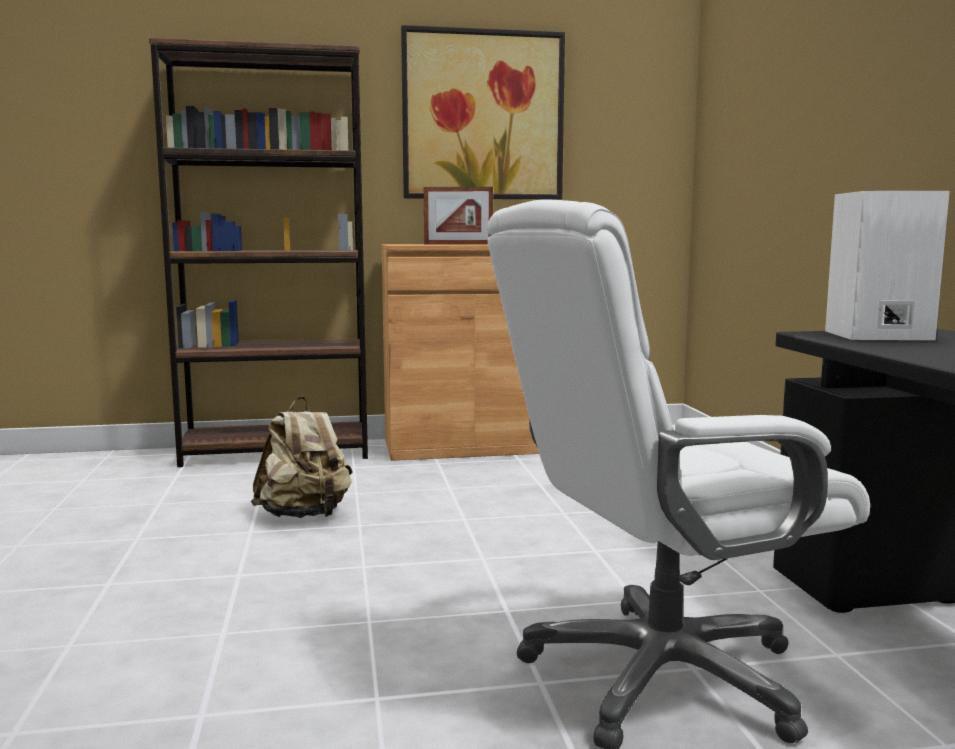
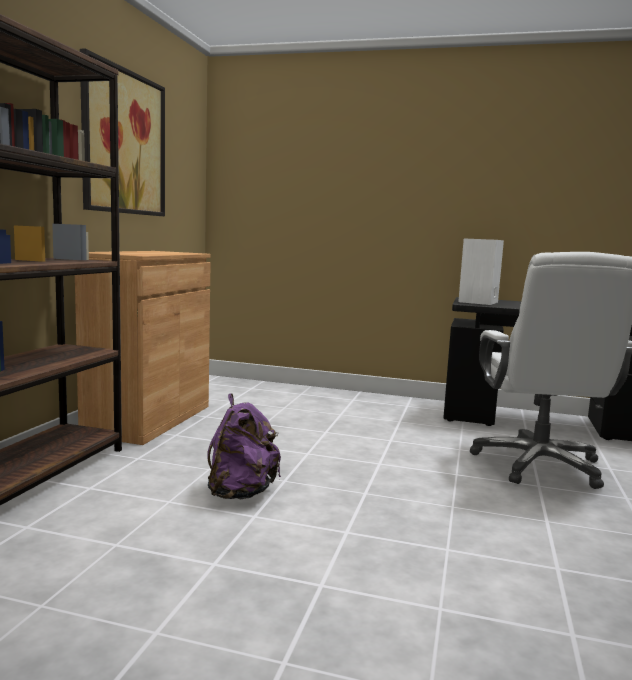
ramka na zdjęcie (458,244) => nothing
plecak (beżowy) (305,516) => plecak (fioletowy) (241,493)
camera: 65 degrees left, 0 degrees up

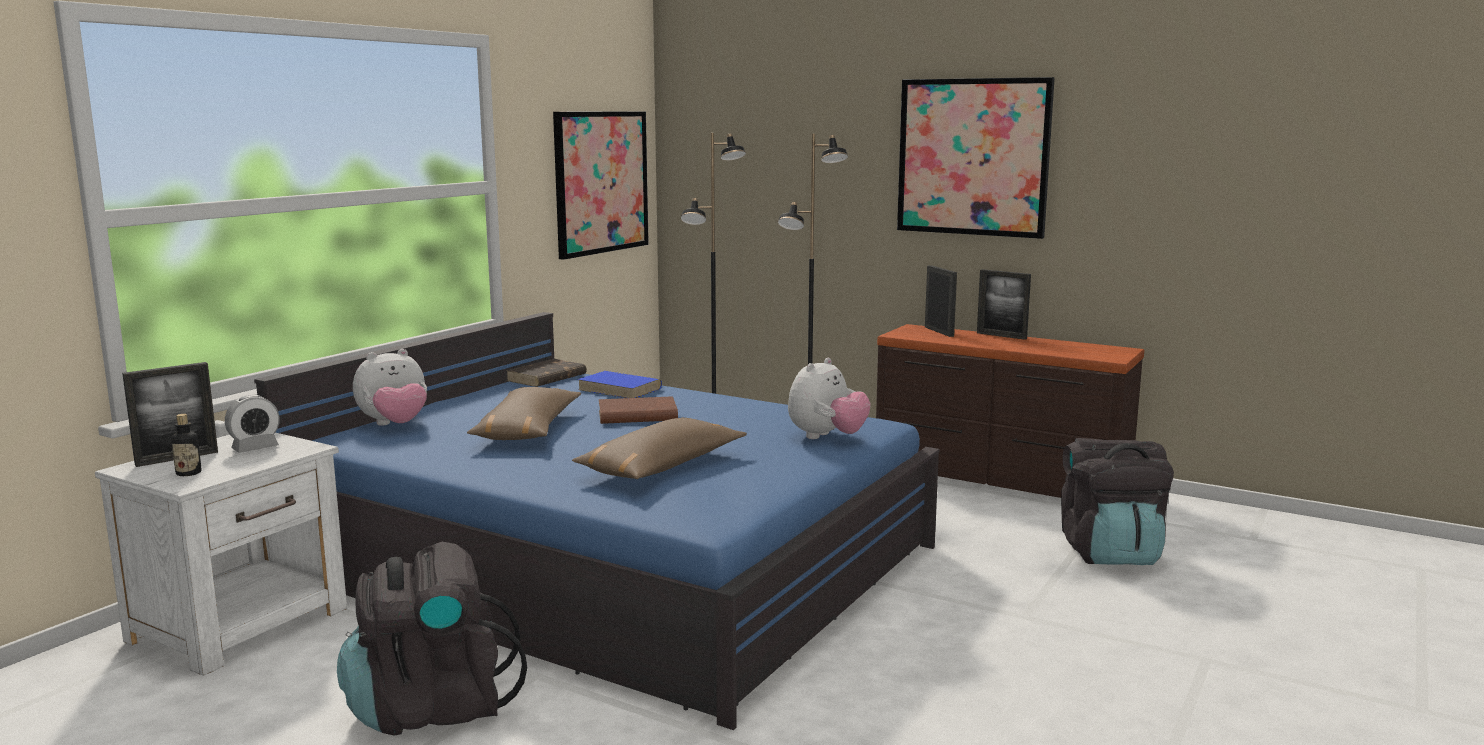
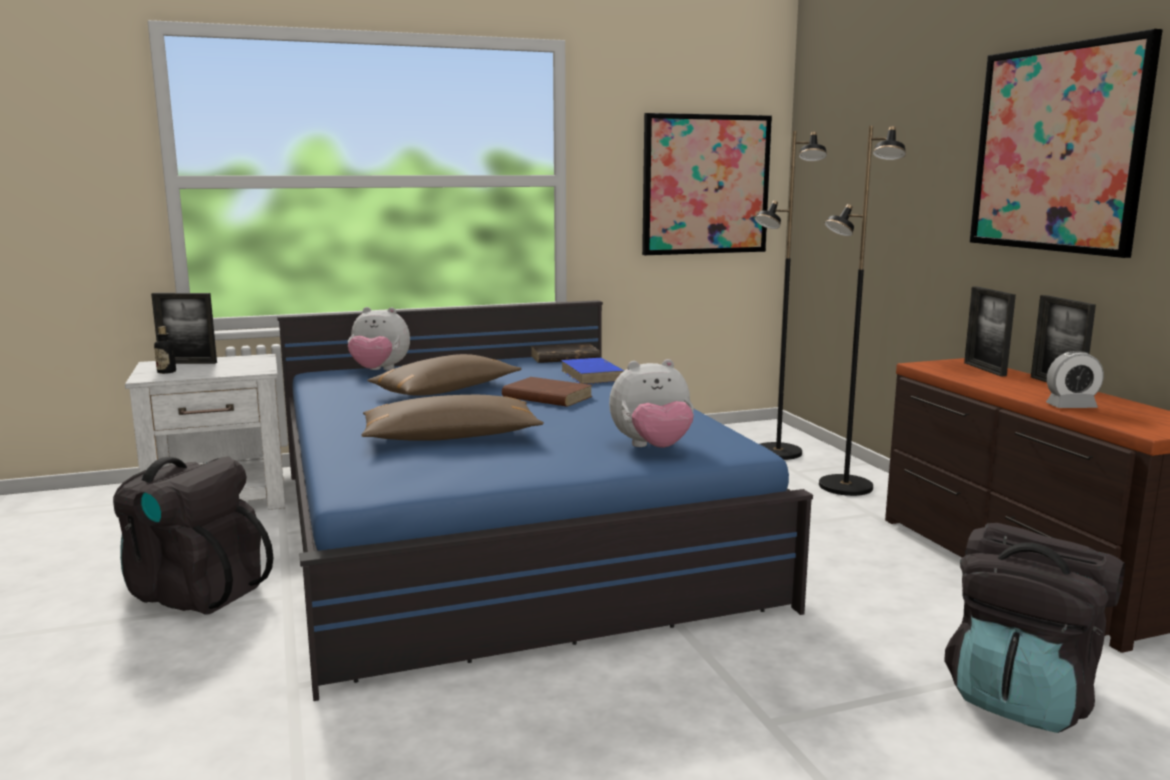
ramka na zdjęcie (939,331) => ramka na zdjęcie (984,369), 150 degrees clockwise
budzik (255,448) => budzik (1071,406), relocated
camera: 40 degrees right, 0 degrees up

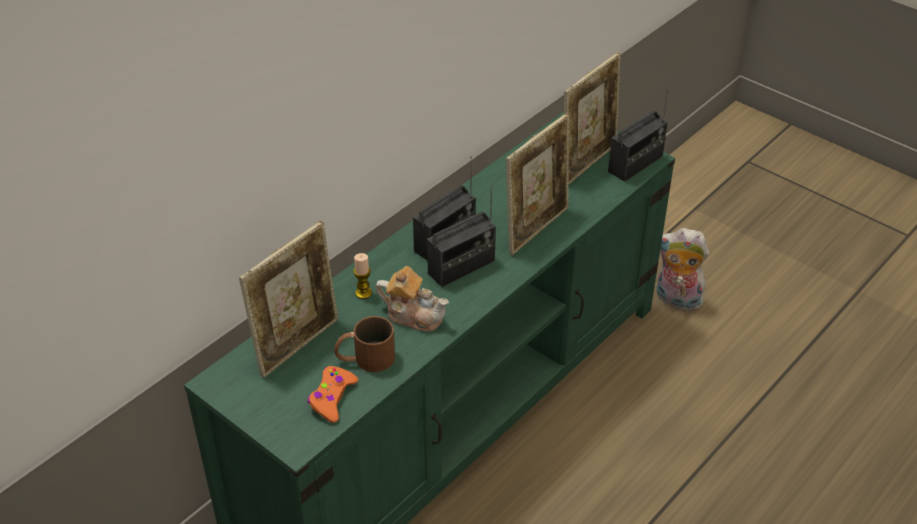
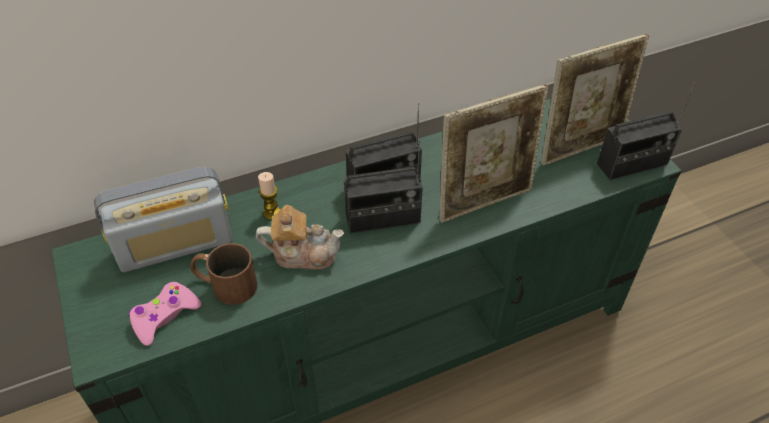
ramka na zdjęcie (298,344) => radio (176,245)
pluszak (676,300) => nothing
imbryk (414,315) => imbryk (303,254), 45 degrees counterclockwise
pad do gier (pomarańczowy) (332,398) => pad do gier (różowy) (164,316)
camera: 25 degrees right, 5 degrees up

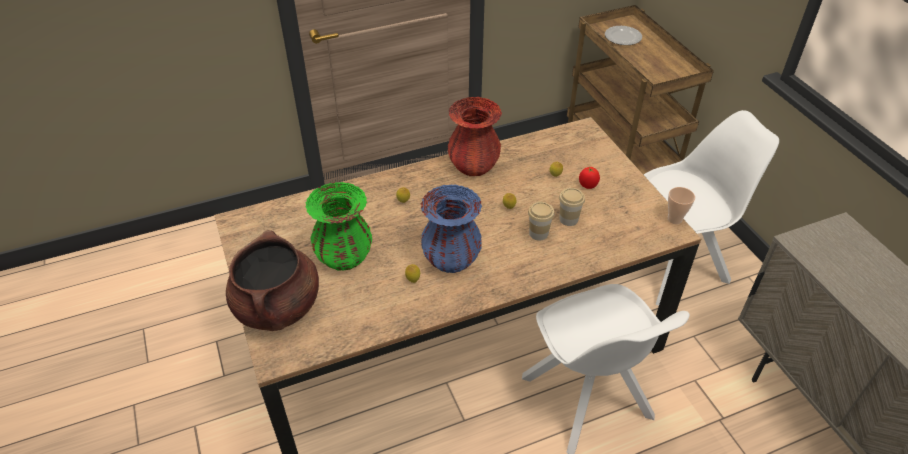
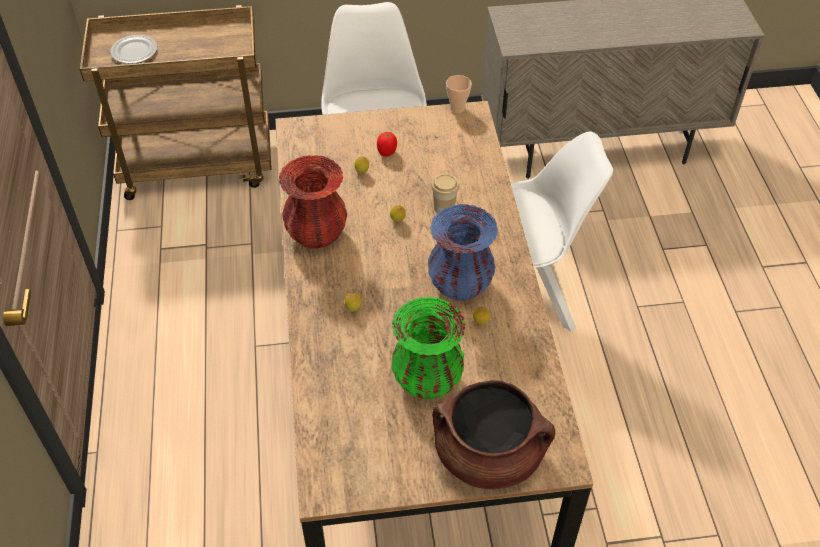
filiżanka (568,219) => nothing
camera: 75 degrees left, 5 degrees up

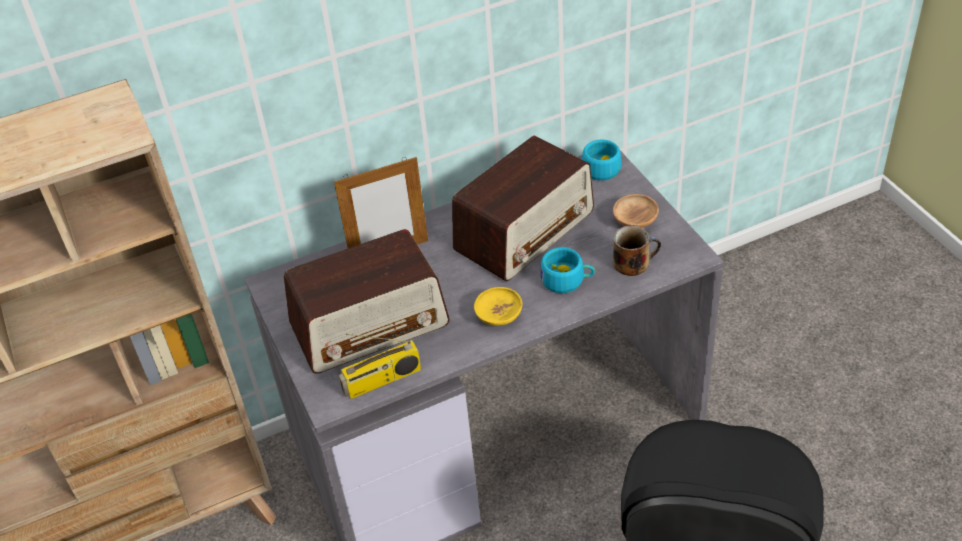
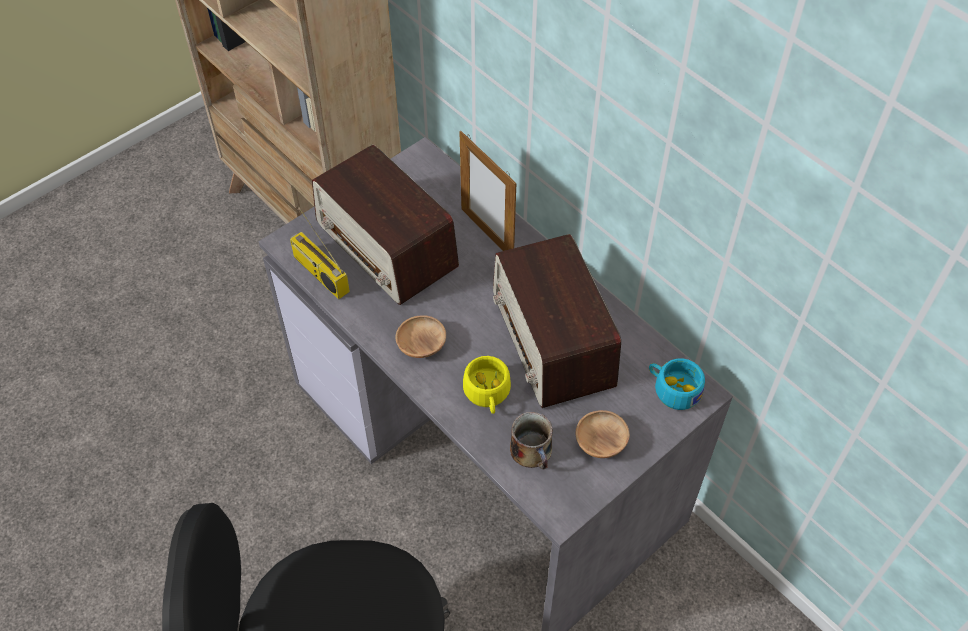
radio (525,230) => radio (552,340), 45 degrees clockwise
filiżanka (turkusowy) (567,280) => filiżanka (żółty) (487,394)
miska (żółty) (499,316) => miska (brązowy) (421,345)
camera: 70 degrees right, 10 degrees up

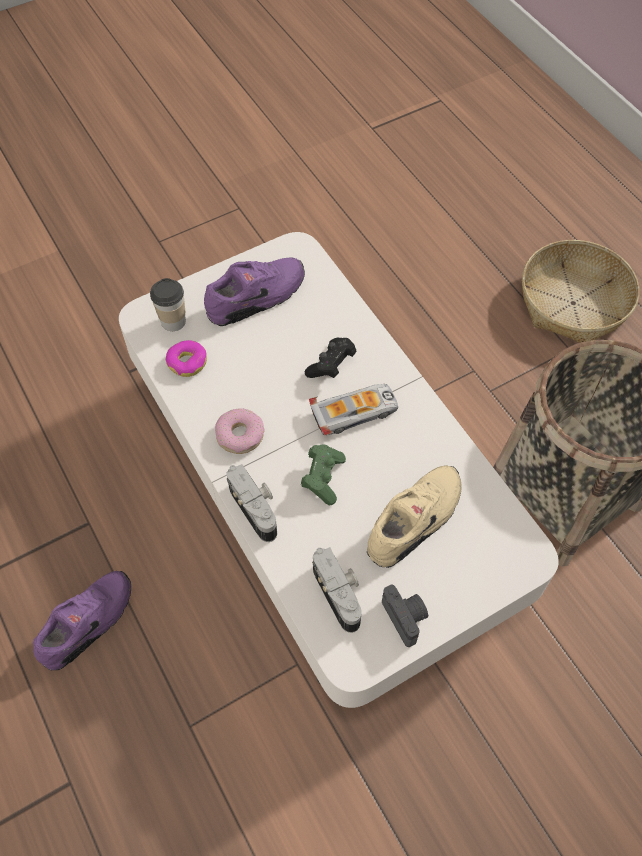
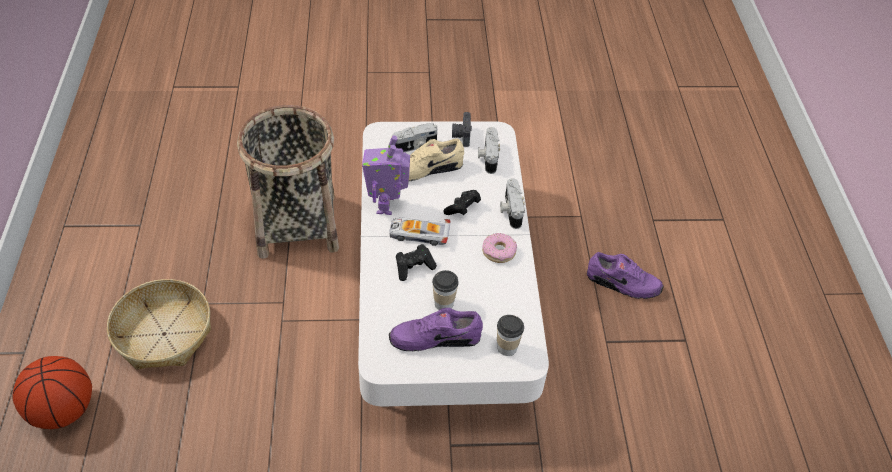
donut (187,362) => nothing
pad do gier (zielony) (323,478) => pad do gier (czarny) (462,208)
but (fioletowy) (89,624) => but (fioletowy) (622,284), 135 degrees counterclockwise
nothing => aparat fotograficzny (415,147)
nothing => robot zabawkowy (387,205)
nothing => filiżanka (444,303)
nothing => piłka do koszykówki (63,410)
camera: 155 degrees left, 10 degrees down

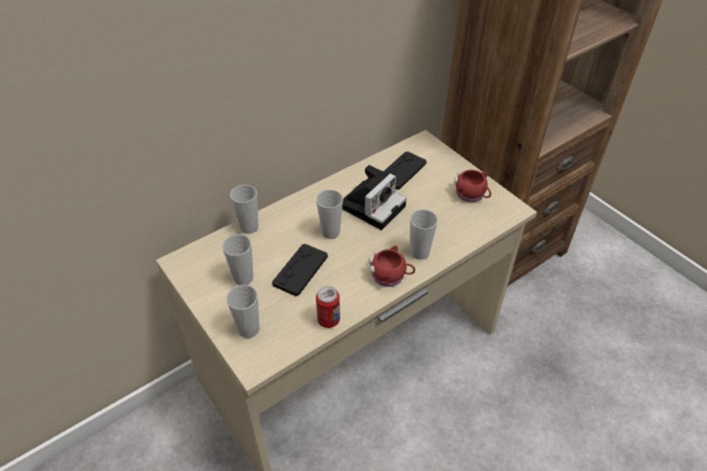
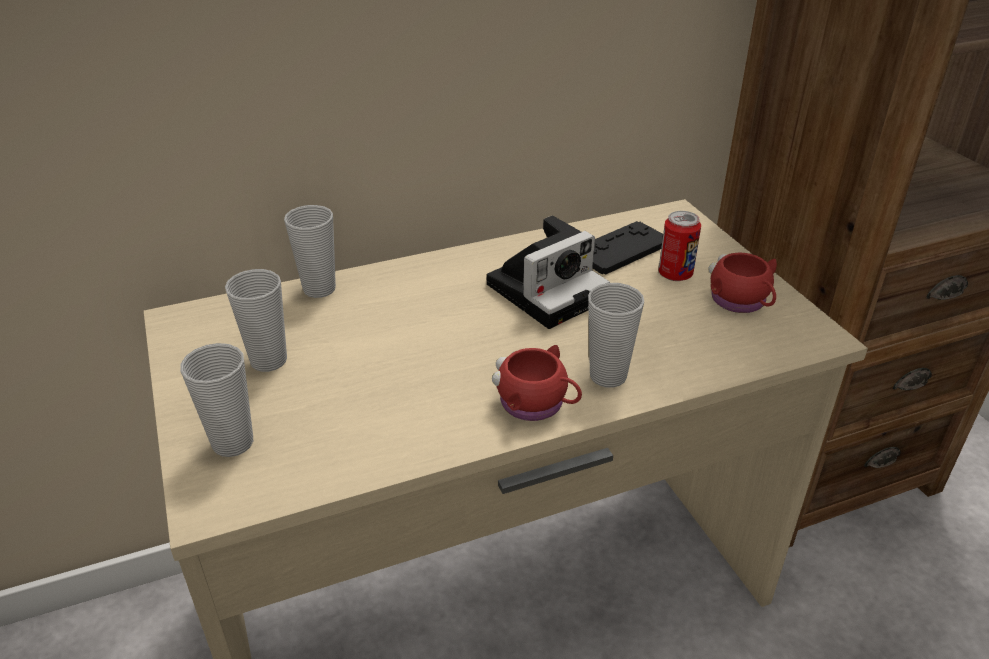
filiżanka (330,232) => nothing
pad do gier (czarny) (300,270) => nothing
puszka (328,320) => puszka (675,275), relocated
camera: 15 degrees right, 10 degrees down

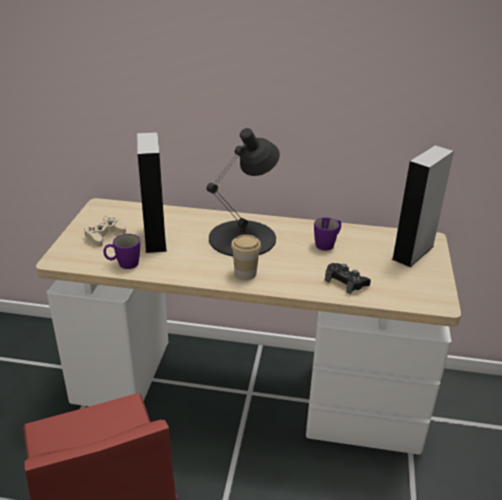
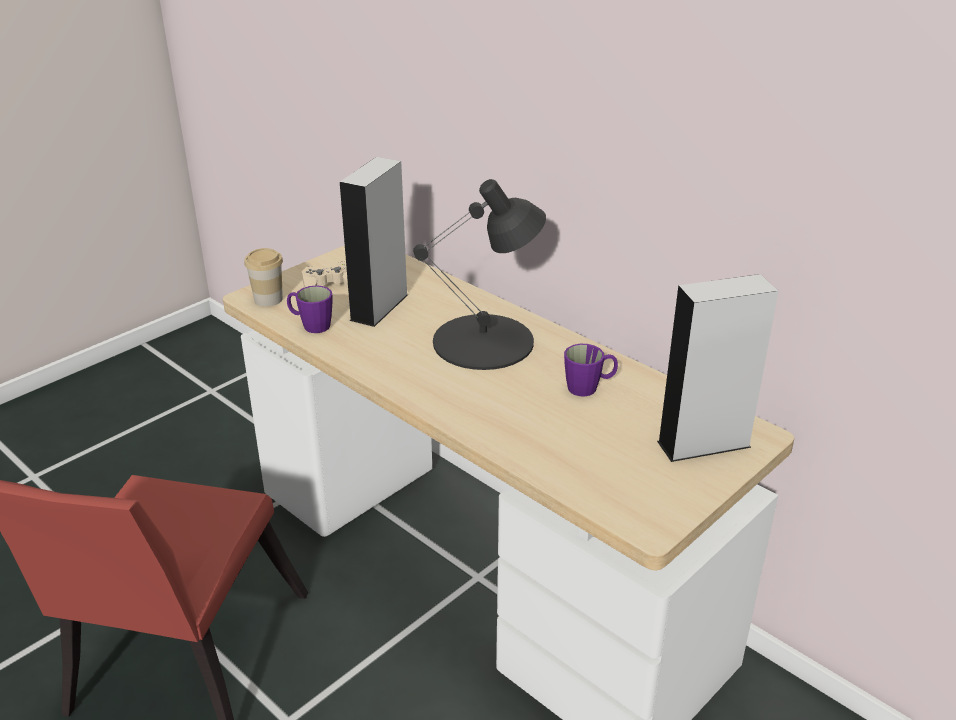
filiżanka (245,273) => filiżanka (268,299), relocated
pad do gier (czarny) (346,282) => nothing
camera: 35 degrees right, 0 degrees up

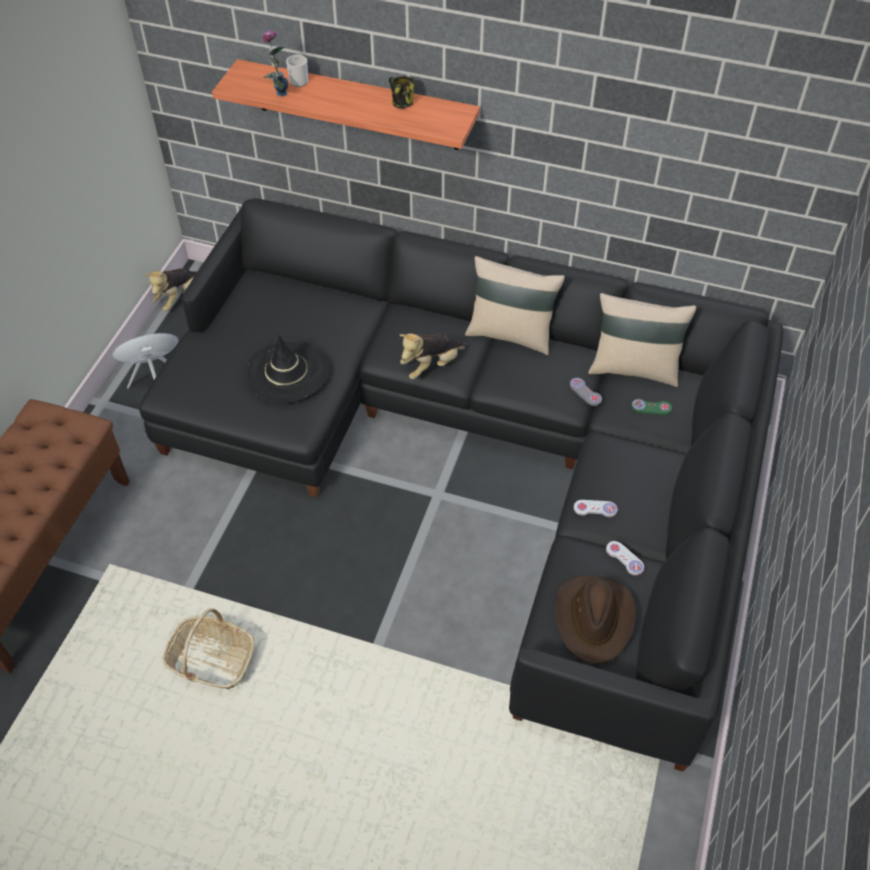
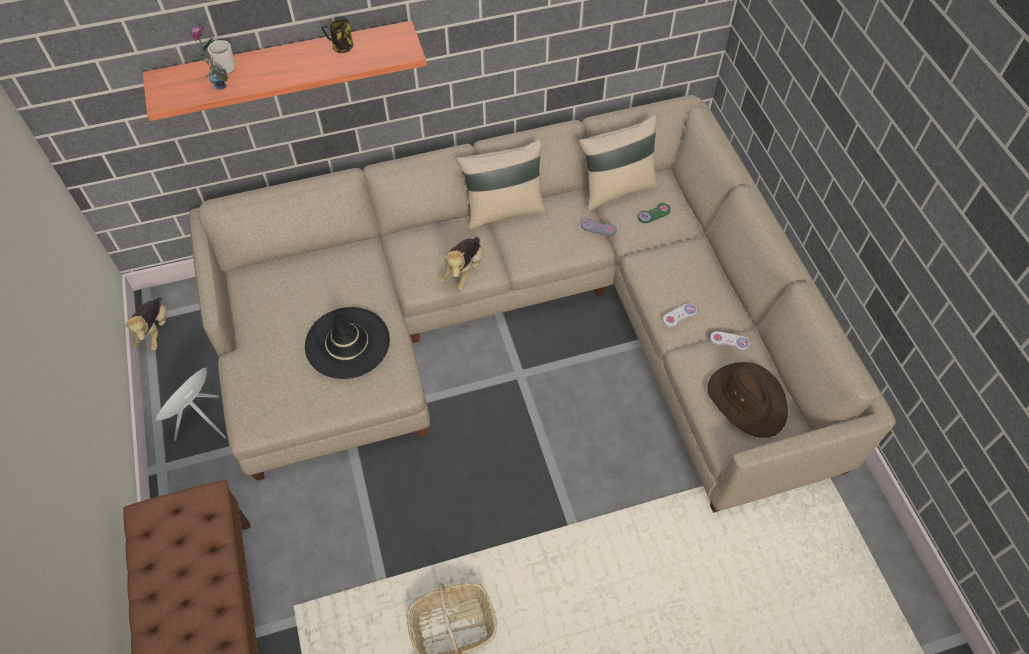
kanapa (czarny) (483,452) => kanapa (beżowy) (527,320)
camera: 35 degrees left, 5 degrees up

